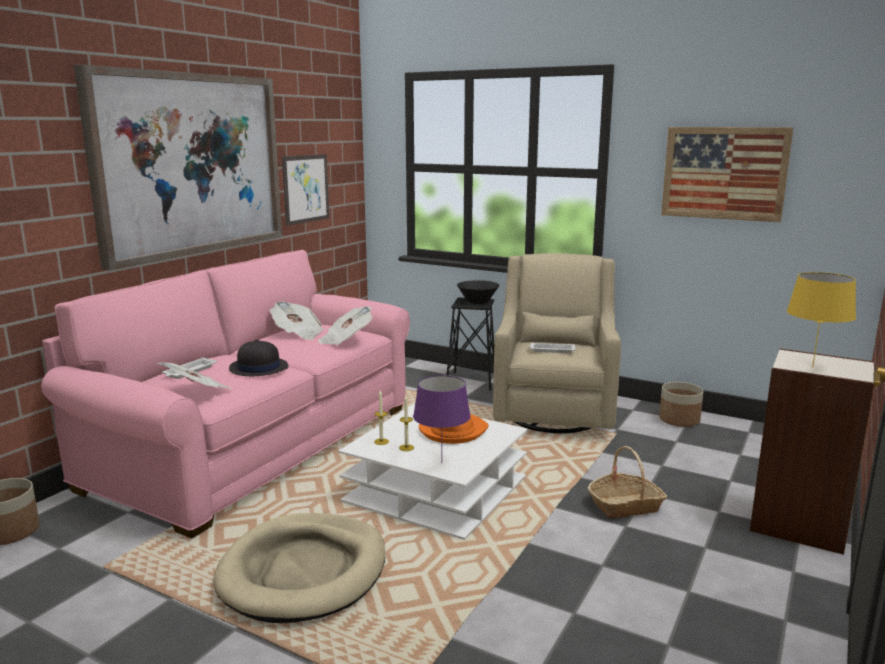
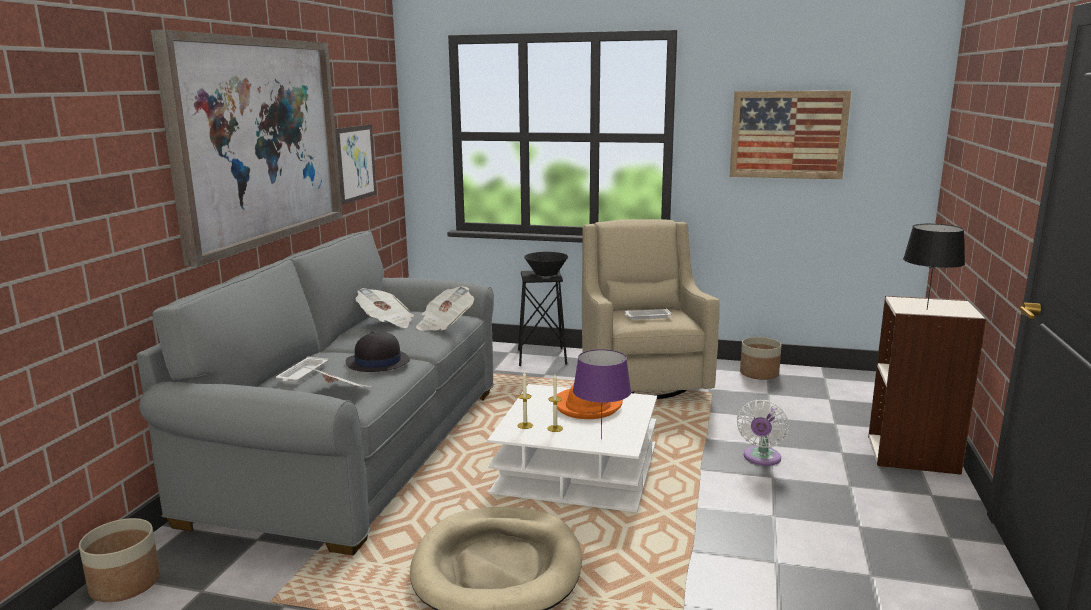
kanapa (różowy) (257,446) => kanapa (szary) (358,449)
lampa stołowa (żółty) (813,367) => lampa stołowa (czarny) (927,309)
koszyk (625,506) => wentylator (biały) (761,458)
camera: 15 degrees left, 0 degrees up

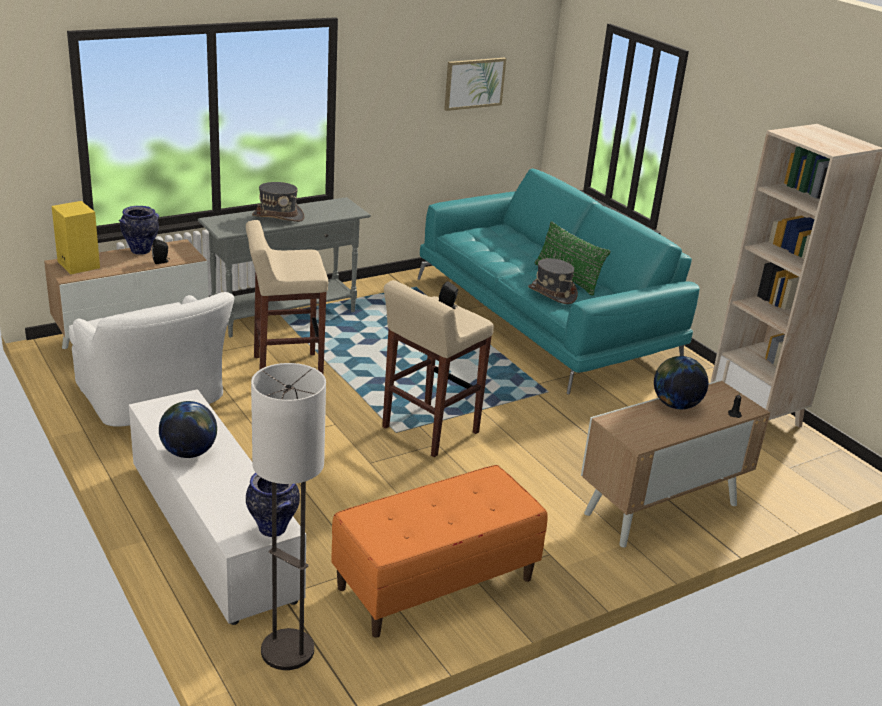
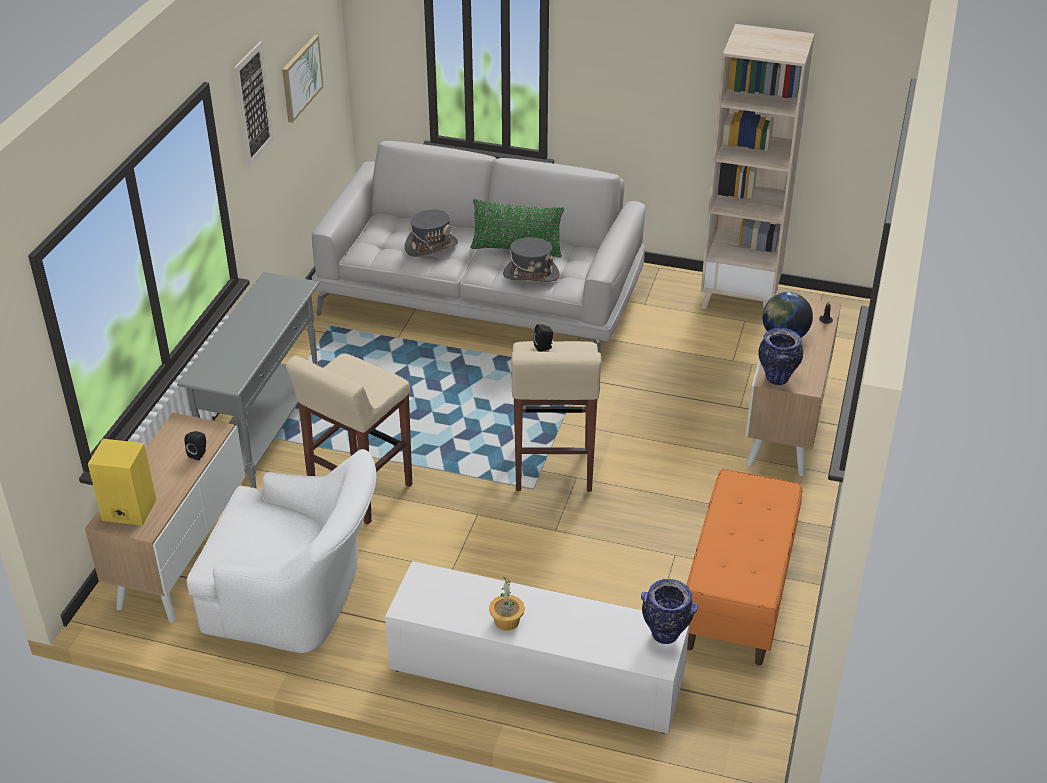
kanapa (turkusowy) (545,319) => kanapa (szary) (482,296)
kapelusz (szary) (278,216) => kapelusz (szary) (431,246), relocated
wazon (141,251) => wazon (776,378), relocated
lampa stojąca (288,650) => nothing
globus (189,452) => roślina doniczkowa (506,621)
nothing => obraz (253,104)
camera: 40 degrees left, 10 degrees up

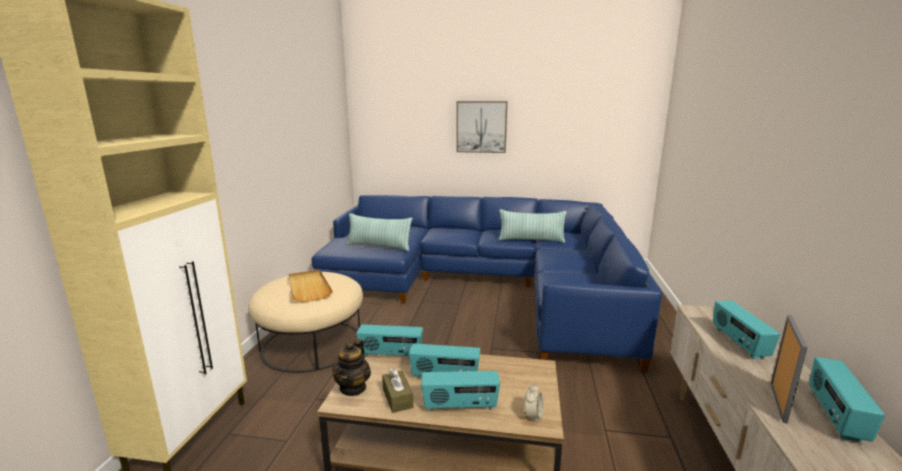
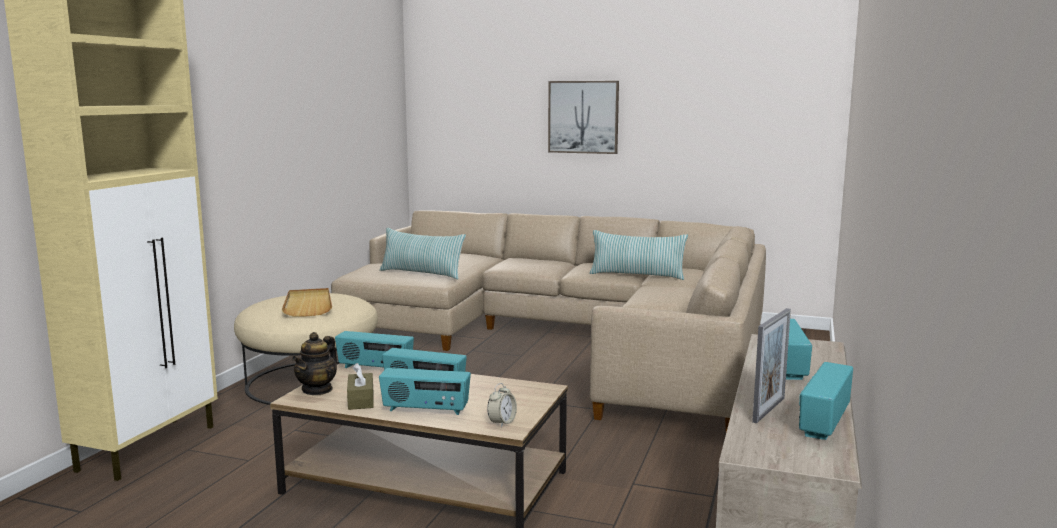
kanapa (niebieski) (484,286) => kanapa (beżowy) (569,339)
camera: 10 degrees right, 5 degrees down

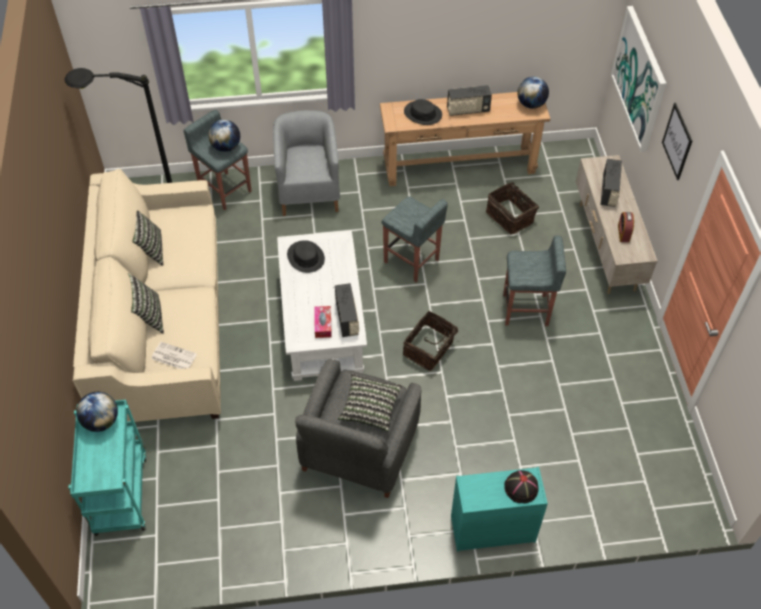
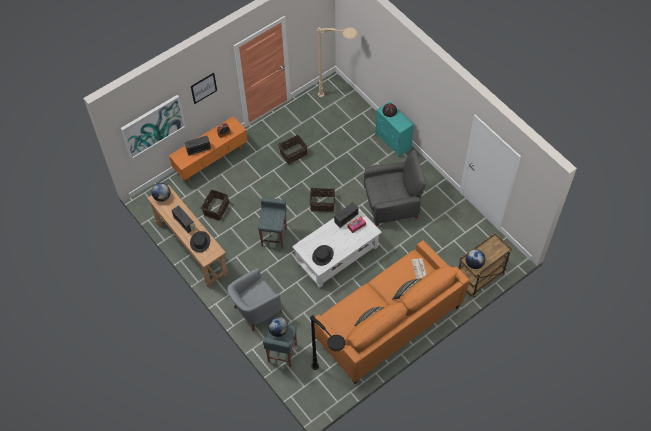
szafka pod telewizor (beżowy) (605,247) => szafka pod telewizor (pomarańczowy) (211,162)
kanapa (beżowy) (164,325) => kanapa (pomarańczowy) (388,321)
stołek (szary) (526,310) => nothing
poduszka (370,408) => nothing
wózek (turkusowy) (120,492) => wózek (brązowy) (479,279)
nothing => lampa stojąca (beżowy) (341,99)
nothing => koszyk (293,153)
camera: 120 degrees left, 5 degrees up

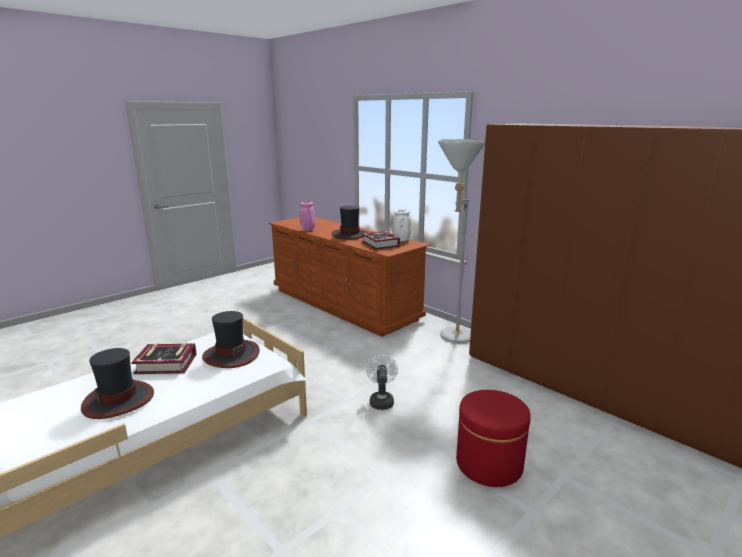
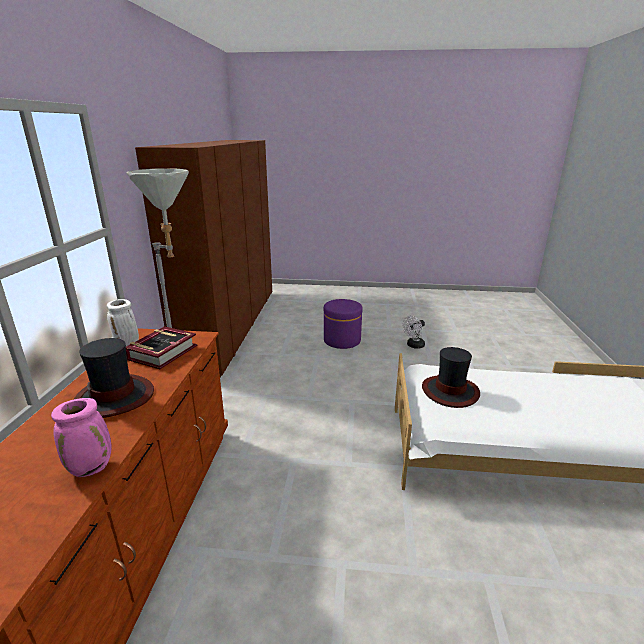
książka (166,363) => nothing
kapelusz (119,400) => nothing
wentylator (biały) (381,400) => wentylator (biały) (413,346), relocated
pufa (czerwony) (489,464) => pufa (fioletowy) (342,340)
camera: 130 degrees left, 5 degrees up

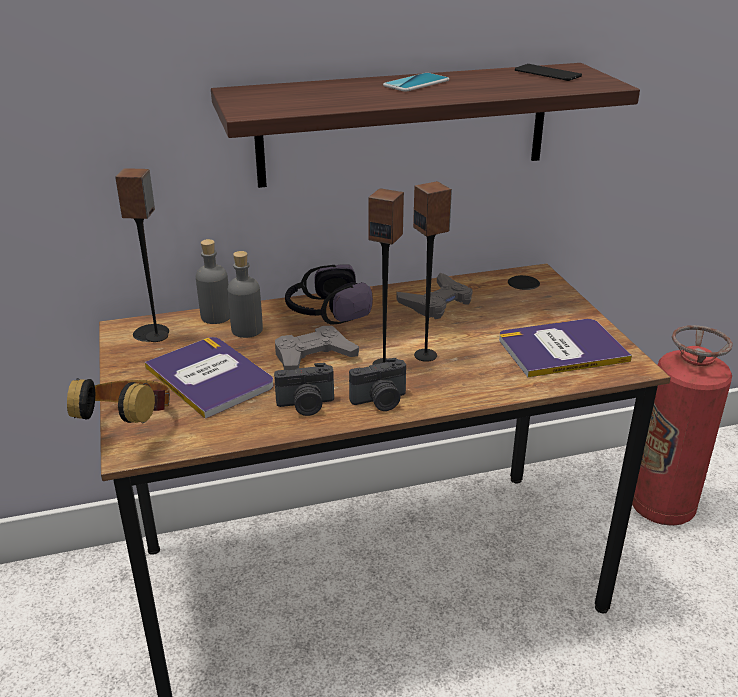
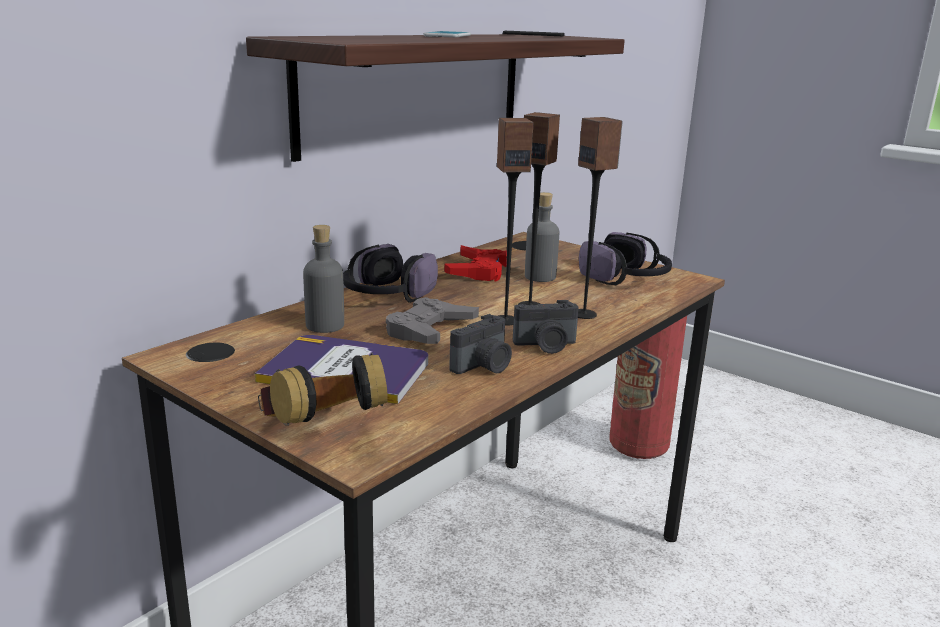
głośnik (157,336) => głośnik (584,314), relocated
butelka (szary) (216,316) => butelka (szary) (540,277), relocated
pad do gier (szary) (436,303) => pad do gier (czerwony) (478,270)
książka (561,349) => słuchawki (626,279)
aparat fotograficzny (380,401) => aparat fotograficzny (546,346), 45 degrees clockwise
camera: 35 degrees left, 10 degrees down

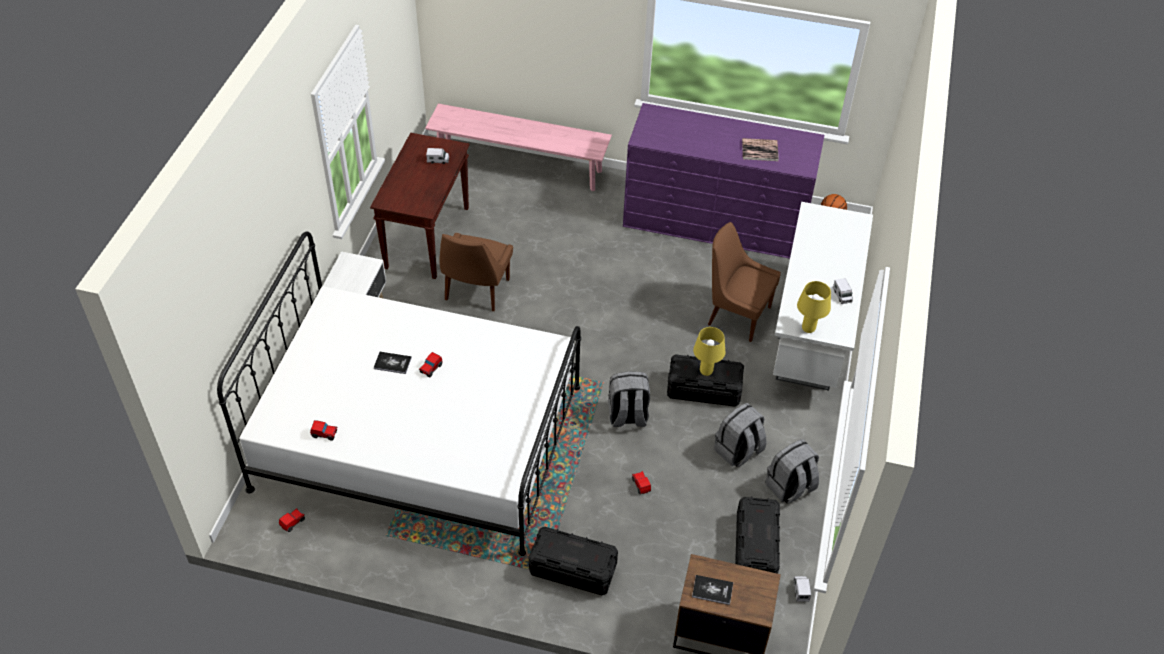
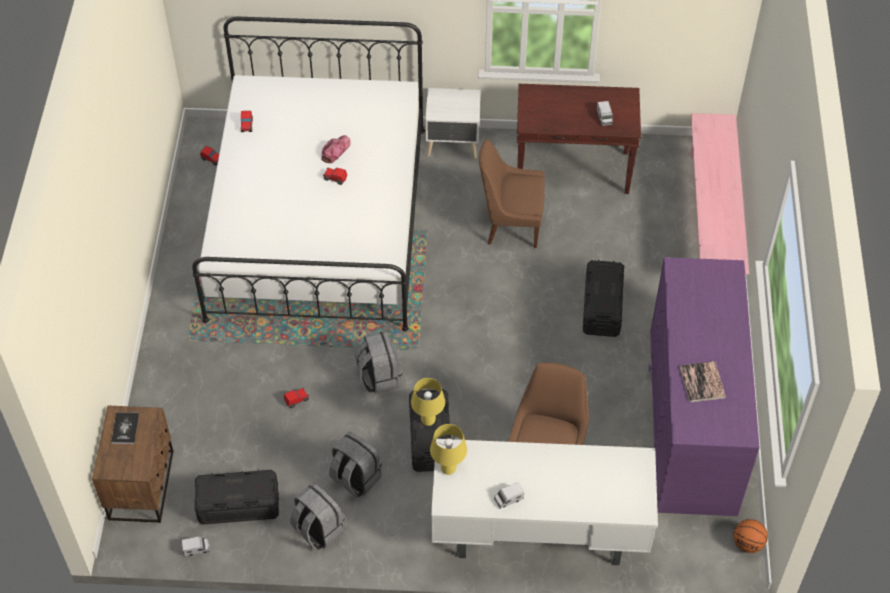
książka (392,363) => czapka z daszkiem (335,151)
pojemnik do przechowywania (czarny) (573,569) => pojemnik do przechowywania (czarny) (602,307), relocated
camera: 80 degrees right, 5 degrees up

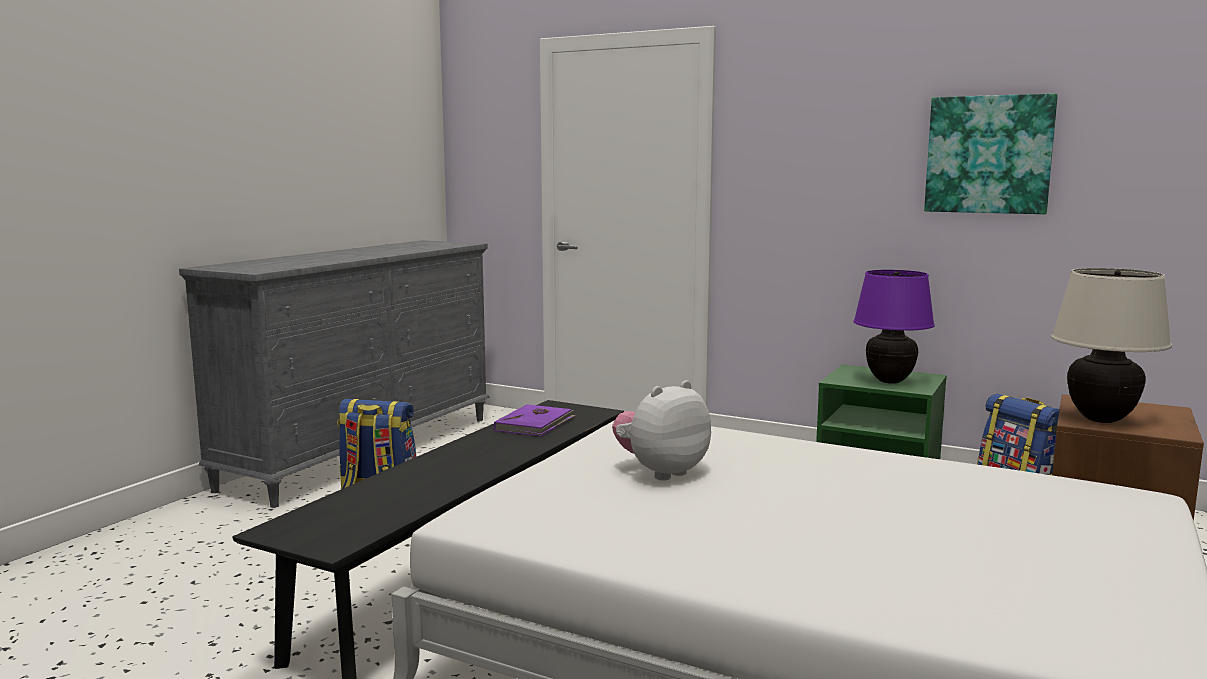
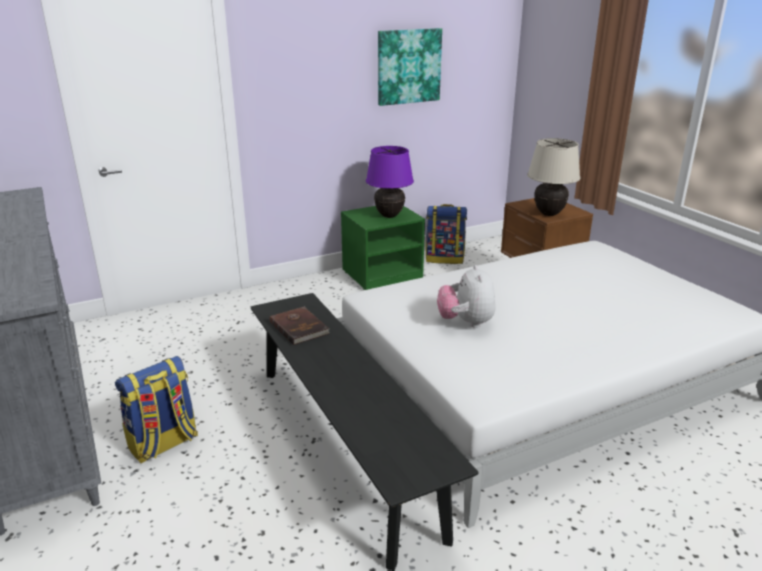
książka (fioletowy) (535,424) => książka (brązowy) (299,327)
camera: 55 degrees left, 15 degrees up

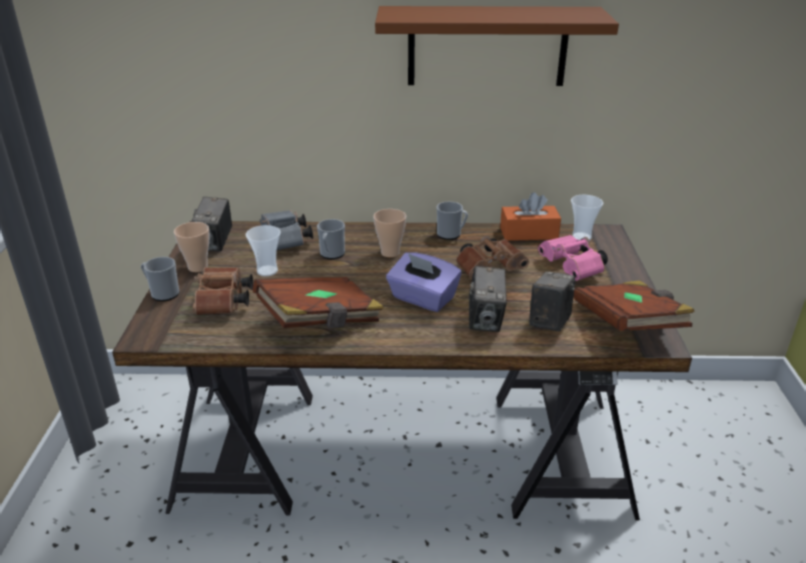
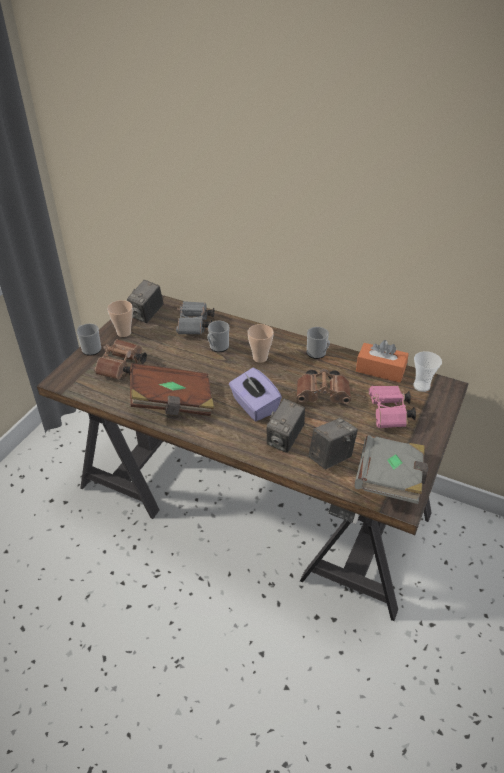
półka (brązowy) (487,46) => nothing
filiżanka (267,271) => nothing
książka (brązowy) (628,325) => książka (szary) (390,480)
camera: 25 degrees right, 10 degrees up

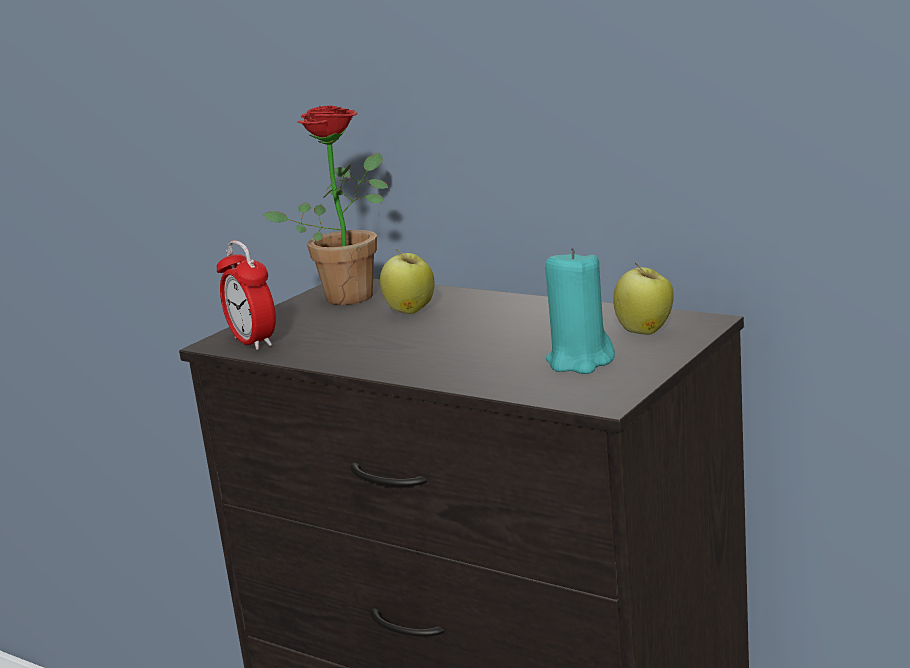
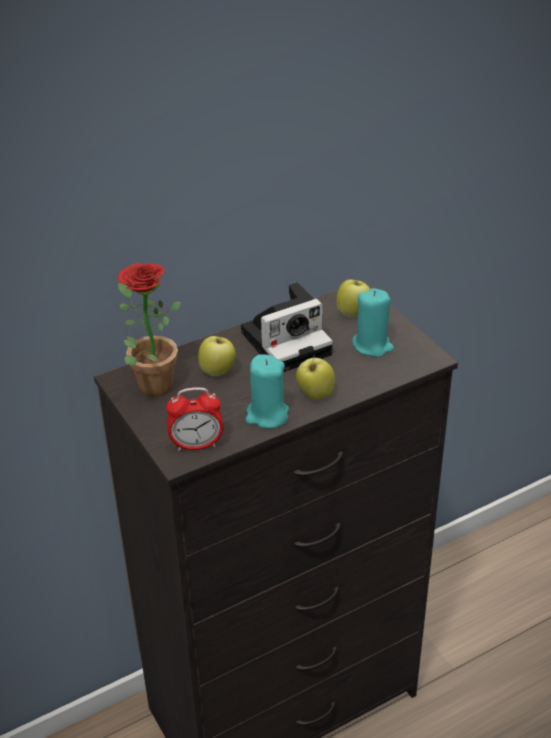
nothing => aparat fotograficzny (288,341)
nothing => świeca (turkusowy) (267,415)
nothing => jabłko (315,394)
camera: 65 degrees left, 20 degrees up

